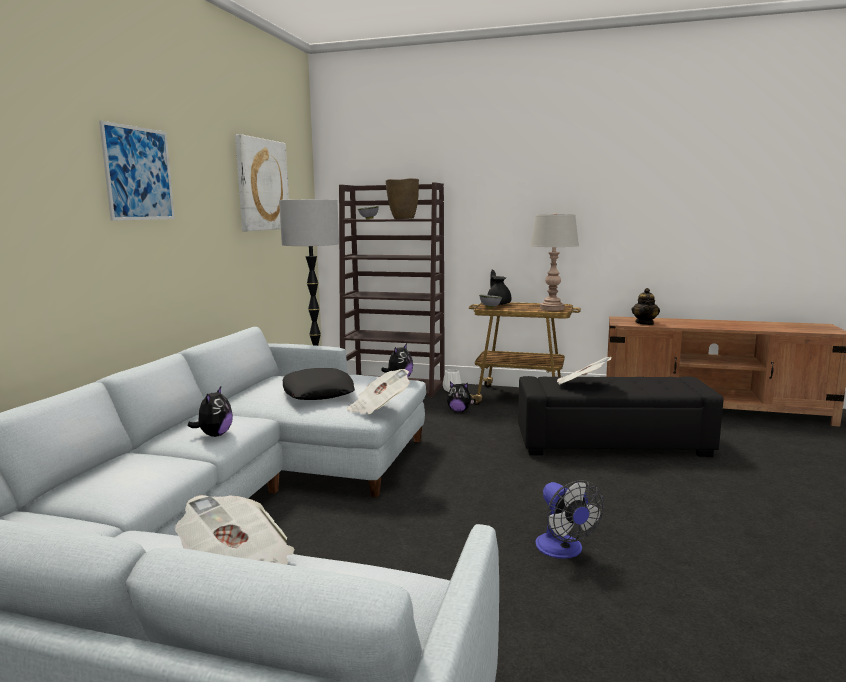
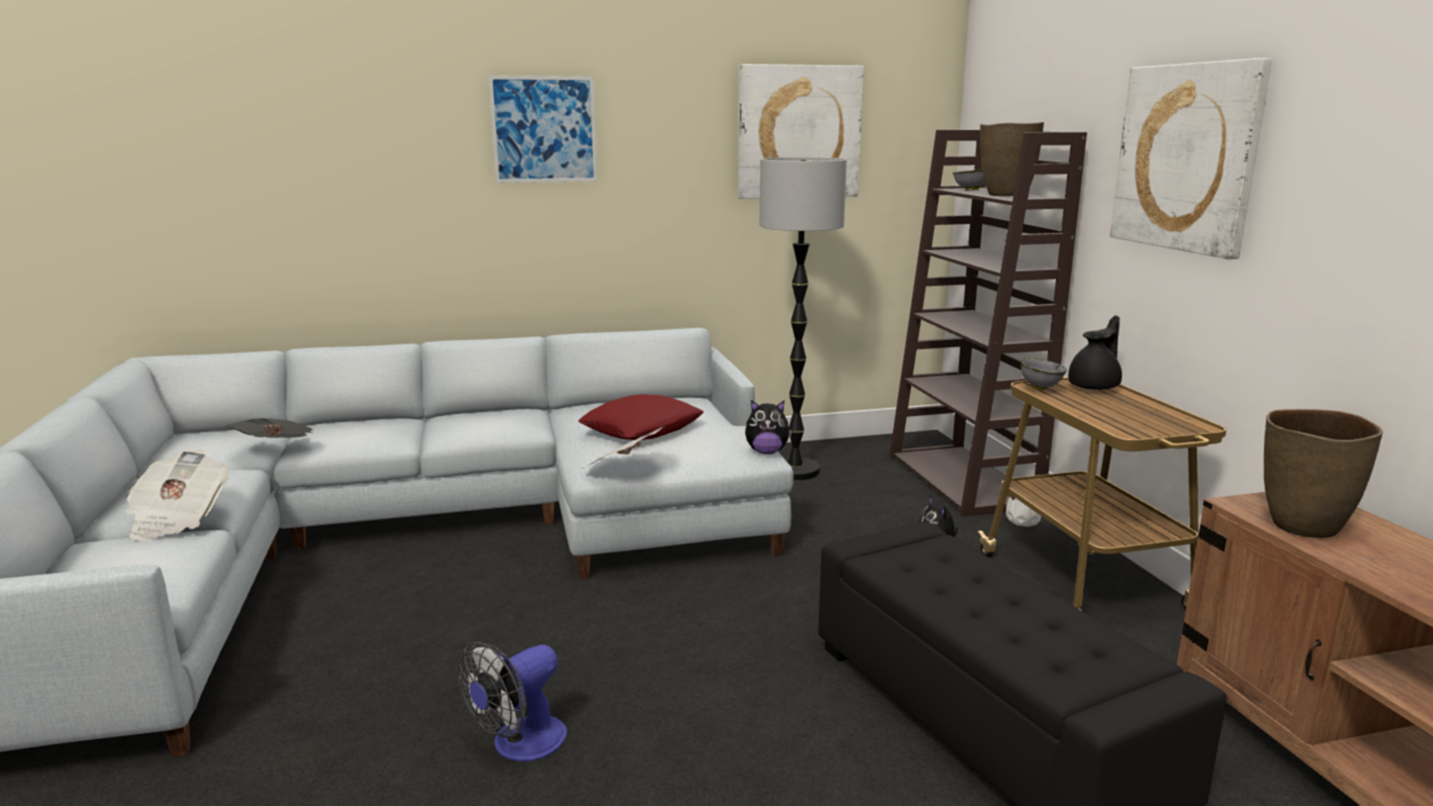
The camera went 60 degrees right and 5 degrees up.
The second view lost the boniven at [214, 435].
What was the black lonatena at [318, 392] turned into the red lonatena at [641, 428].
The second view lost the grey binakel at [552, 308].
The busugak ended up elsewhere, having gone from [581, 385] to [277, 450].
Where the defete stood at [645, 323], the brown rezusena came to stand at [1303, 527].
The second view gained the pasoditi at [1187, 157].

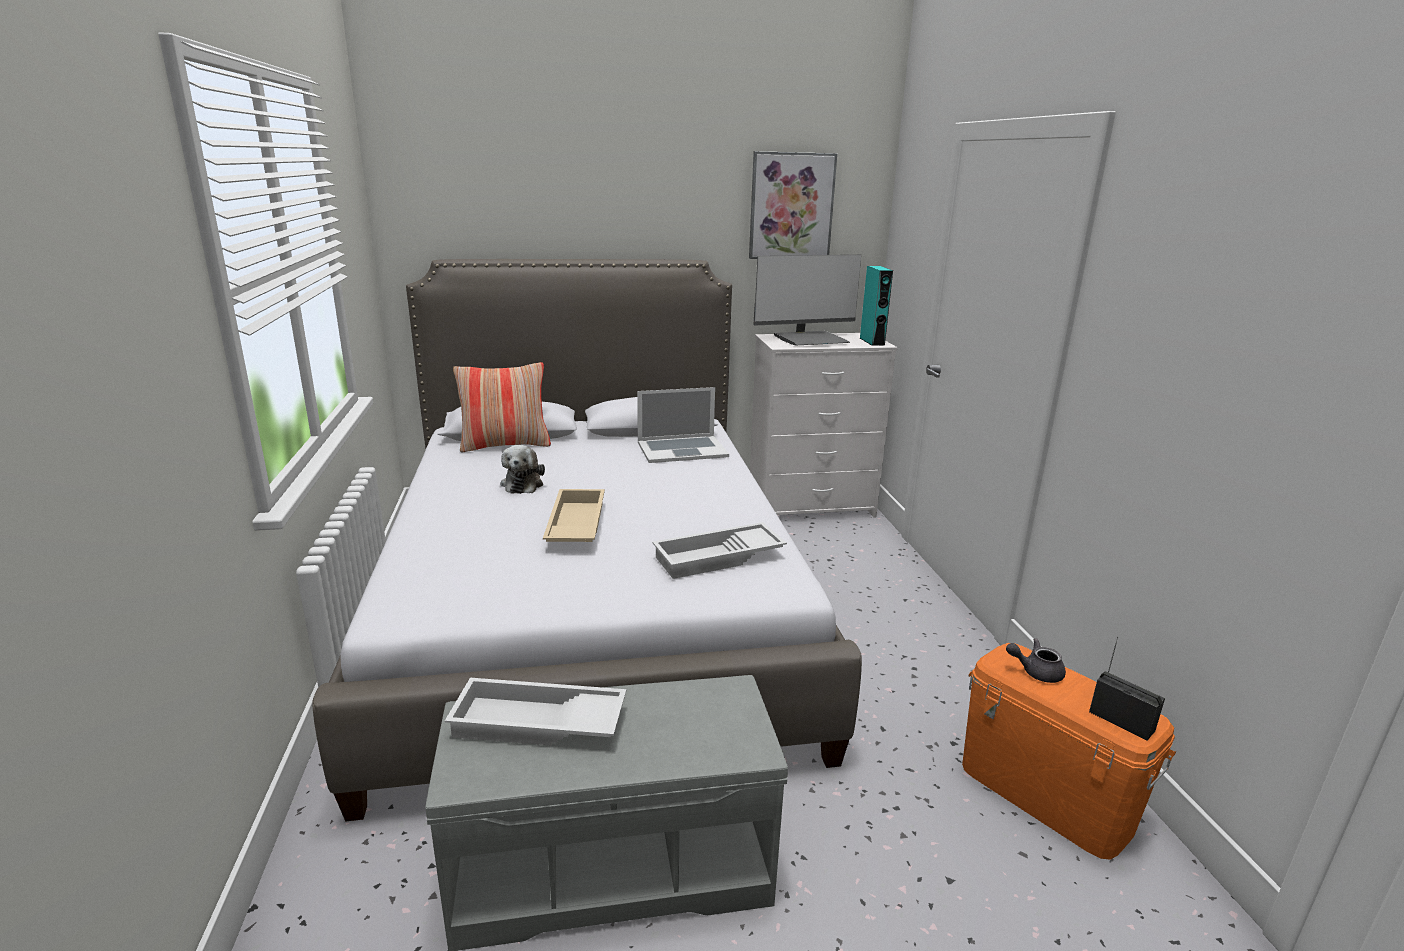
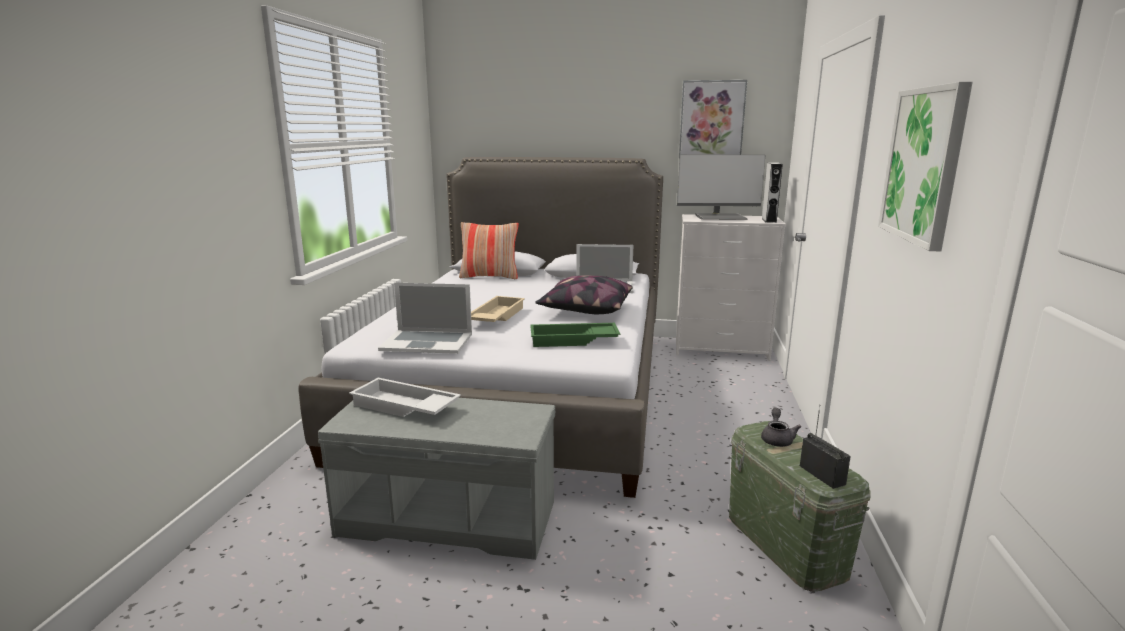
The camera went 20 degrees right and 5 degrees down.
The second view lost the boniven at [523, 484].
What was the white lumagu at [718, 558] turned into the green lumagu at [573, 340].
What was the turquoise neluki at [872, 341] turned into the grey neluki at [769, 220].
What was the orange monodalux at [1044, 795] turned into the green monodalux at [784, 544].
The grey defete at [1035, 672] ended up facing another way, 75 degrees clockwise from before.
The second view gained the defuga at [427, 342].
The second view gained the lonatena at [585, 310].
The second view gained the pasoditi at [924, 165].

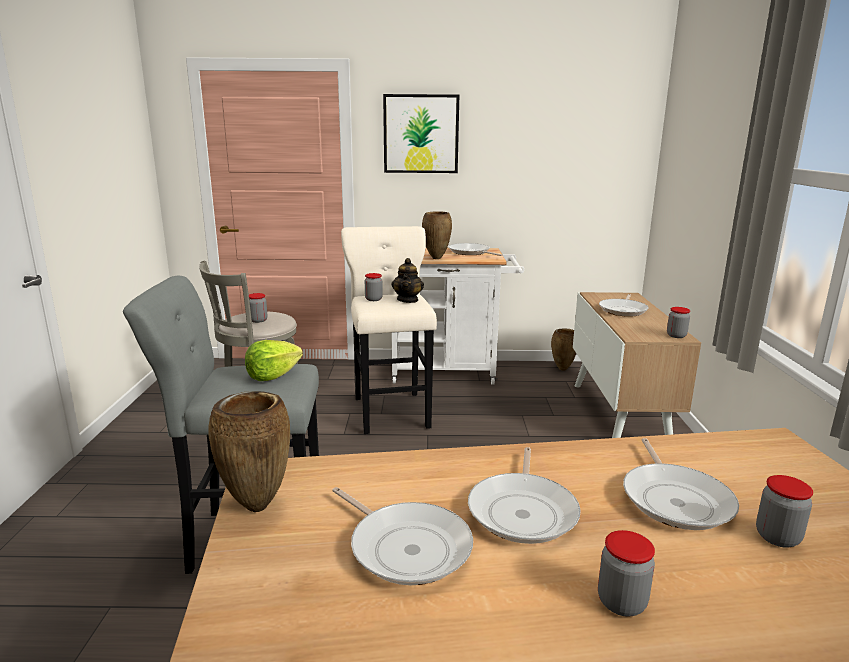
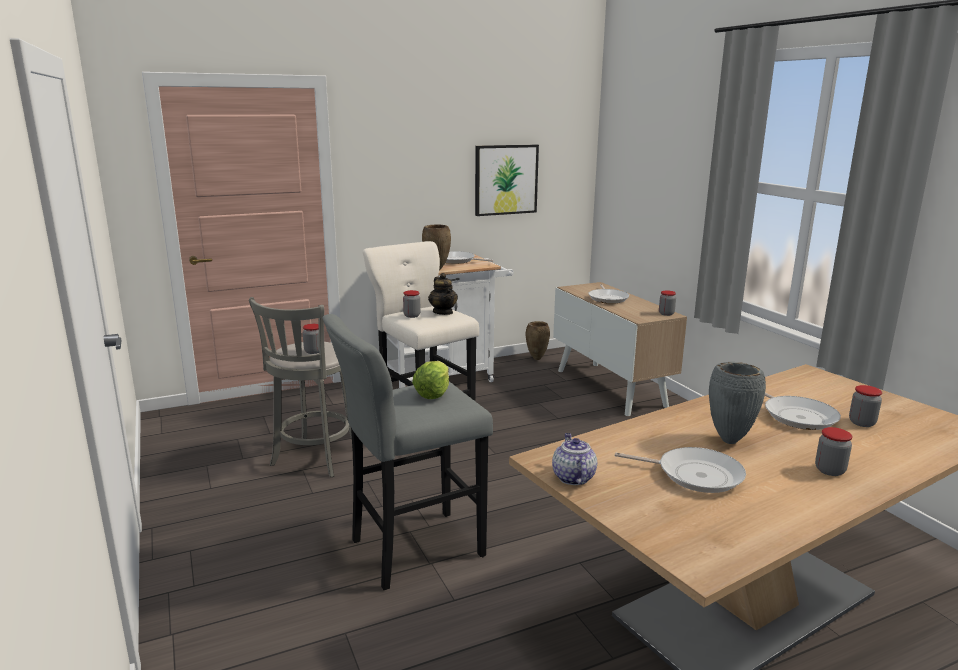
The camera went 25 degrees left and 0 degrees up.
Where the brown rezusena stood at [257, 505], the defete came to stand at [572, 477].
The pasoditi ended up elsewhere, having gone from [421, 134] to [506, 179].
Where the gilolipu stood at [523, 511], the grey rezusena came to stand at [730, 441].

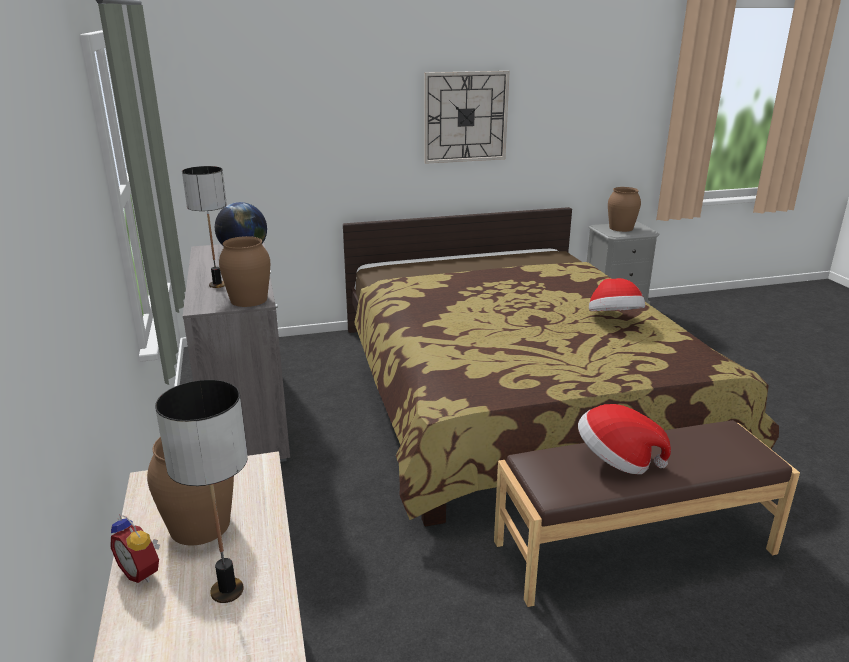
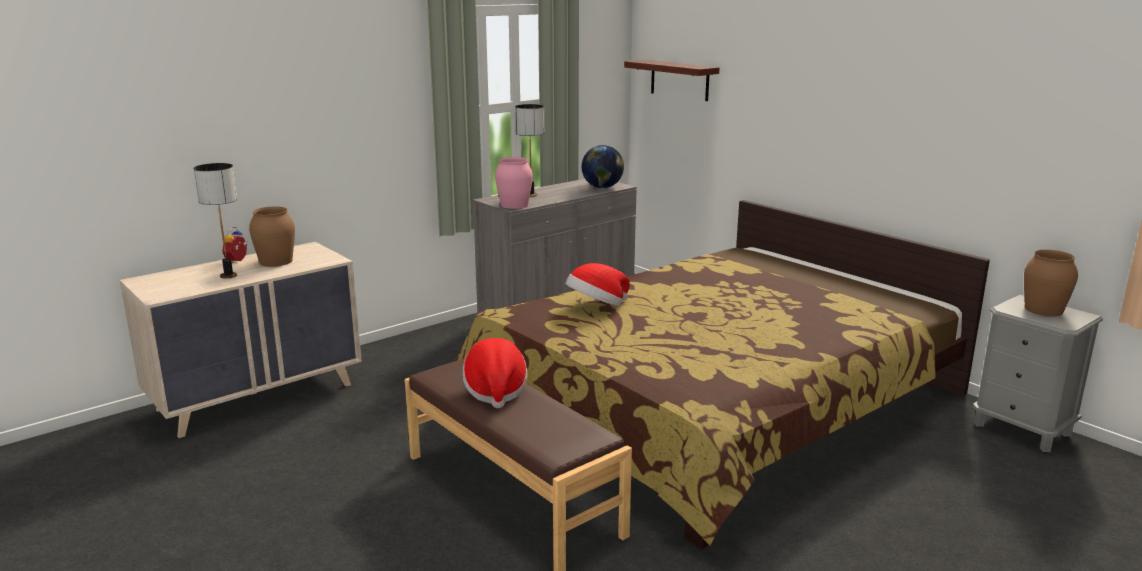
The camera went 65 degrees right and 5 degrees down.
What was the brown rezusena at [248, 300] turned into the pink rezusena at [514, 205].
The second view lost the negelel at [465, 117].
The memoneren ended up elsewhere, having gone from [614, 319] to [596, 306].
The second view gained the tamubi at [679, 80].

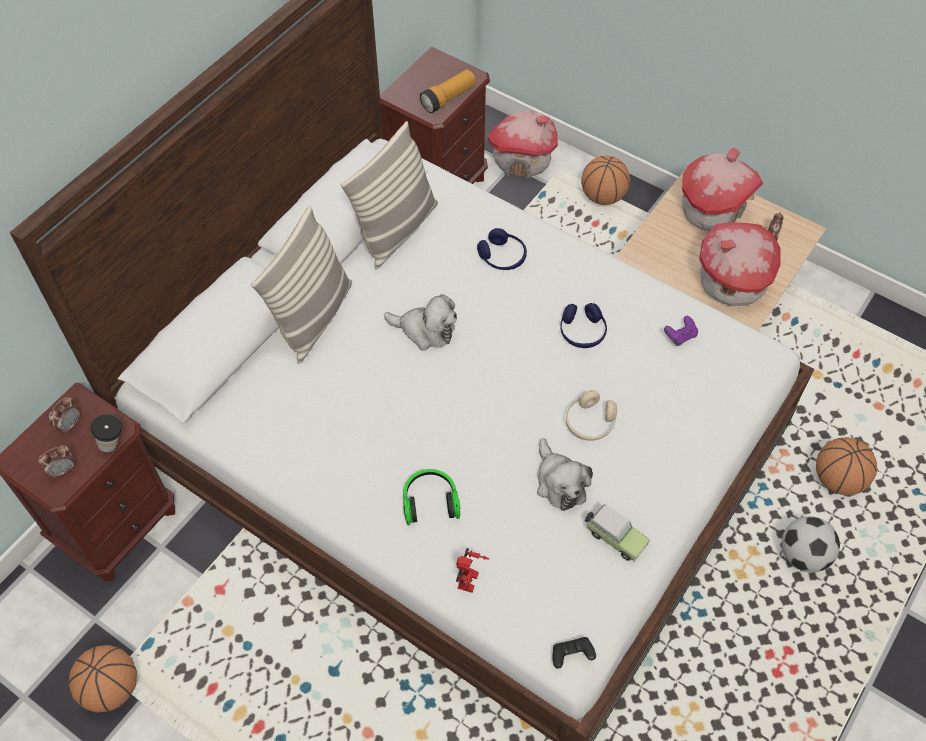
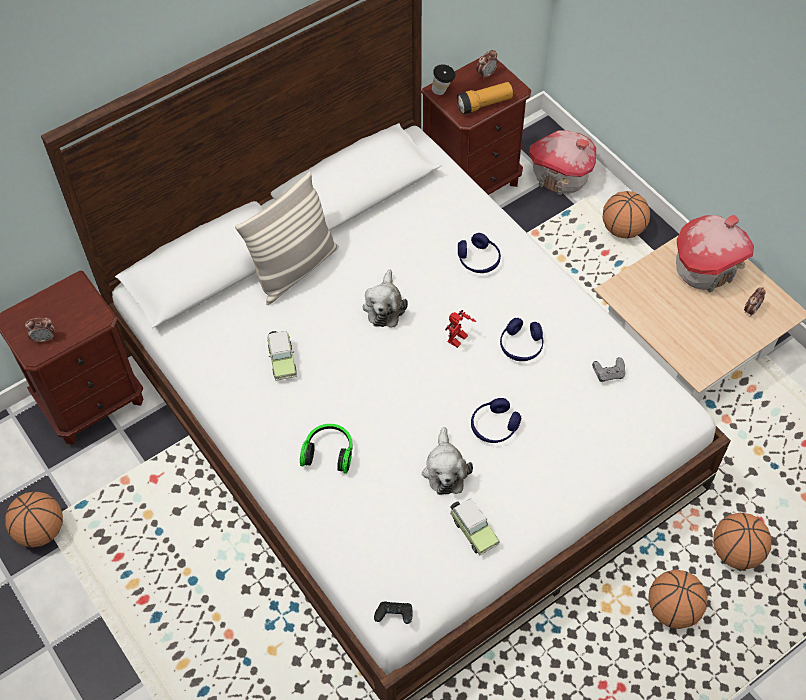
The camera went 20 degrees right and 0 degrees up.
The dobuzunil ended up elsewhere, having gone from [69, 425] to [486, 74].
The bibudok ended up elsewhere, having gone from [114, 445] to [443, 91].
The second view lost the lonatena at [396, 231].
The boniven at [425, 330] ended up facing another way, 60 degrees clockwise from before.
The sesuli ended up elsewhere, having gone from [470, 583] to [458, 341].
What was the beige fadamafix at [590, 422] turned into the blue fadamafix at [494, 426].
What was the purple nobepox at [680, 336] turned into the grey nobepox at [608, 374].
The second view lost the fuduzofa at [732, 284].
Where the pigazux stood at [803, 555], the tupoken came to stand at [672, 609].
The second view gained the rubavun at [282, 360].

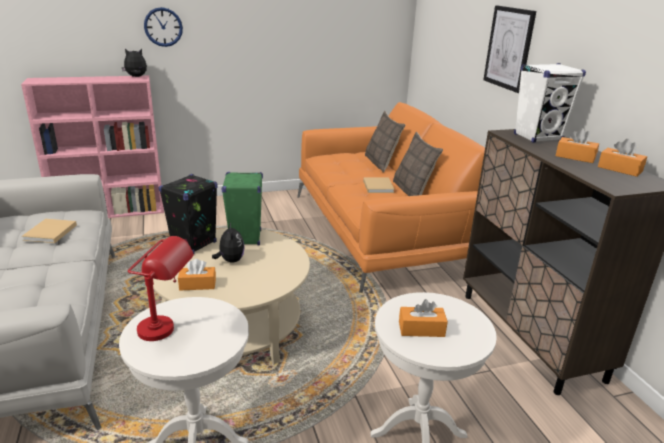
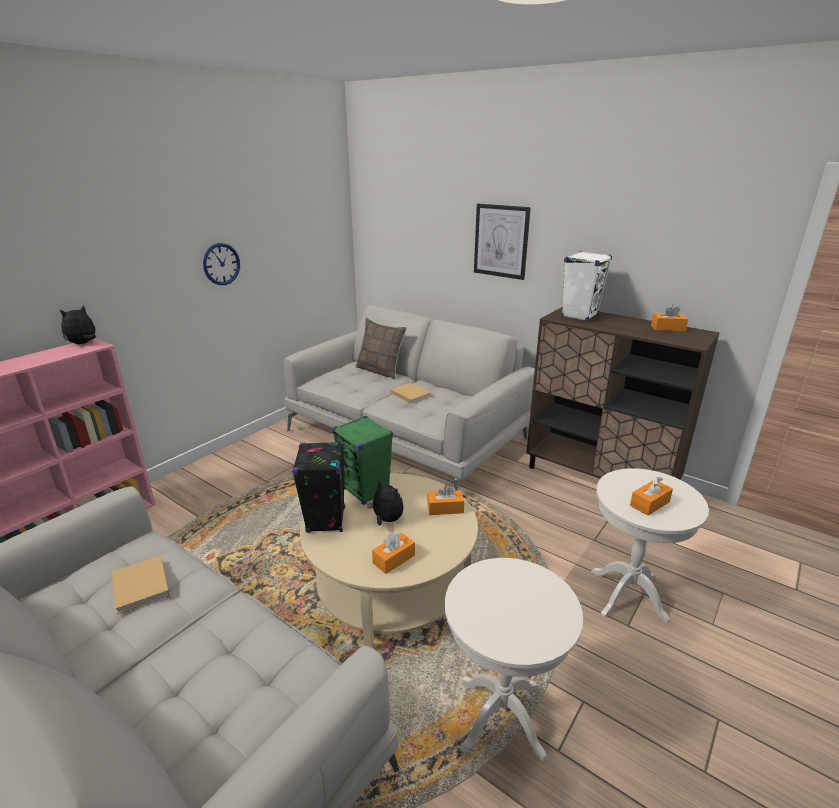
The camera went 35 degrees left and 0 degrees up.
The second view lost the red binakel at [168, 331].
The negelel ended up elsewhere, having gone from [163, 27] to [221, 264].
What was the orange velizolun at [385, 231] turned into the grey velizolun at [407, 435].
The second view lost the lonatena at [412, 191].
The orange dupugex ended up elsewhere, having gone from [575, 157] to [445, 508].

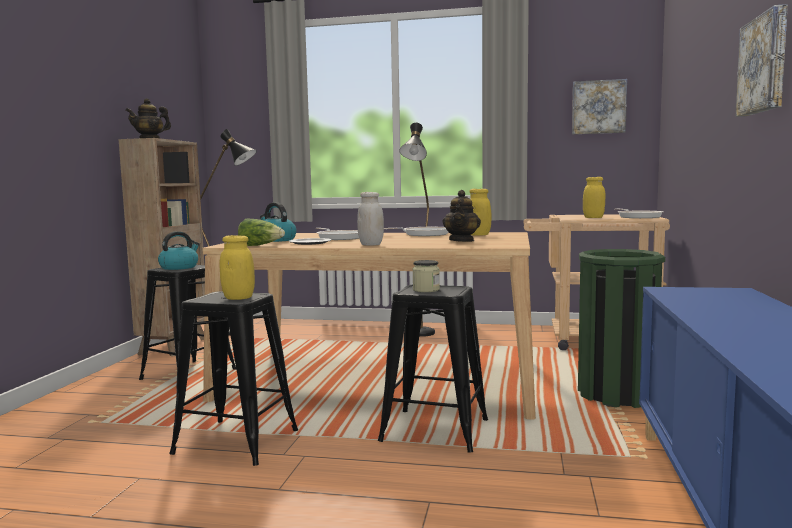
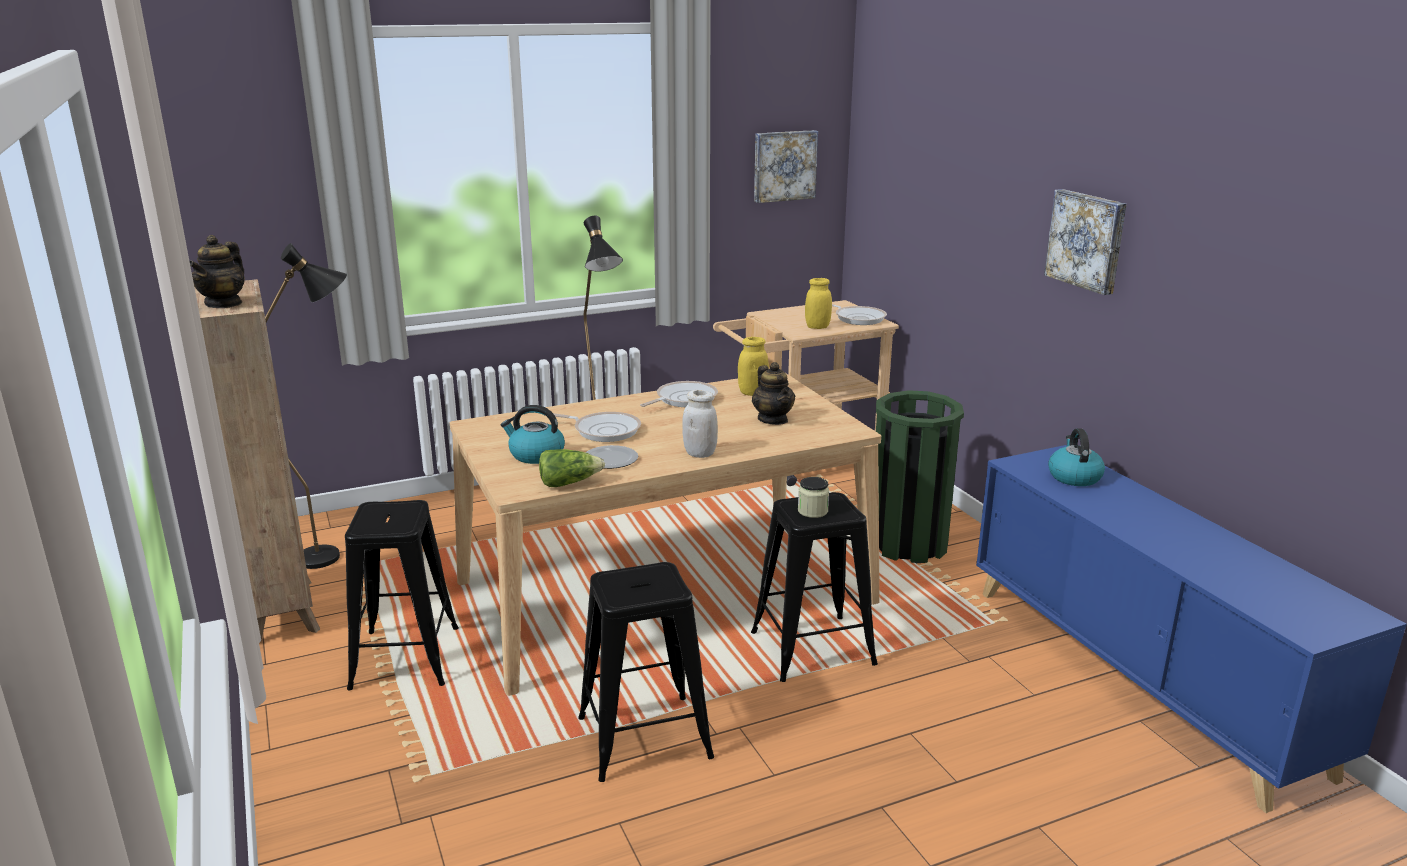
The camera went 35 degrees left and 15 degrees up.
The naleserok ended up elsewhere, having gone from [179, 267] to [1074, 477].
The second view lost the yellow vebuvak at [238, 298].

